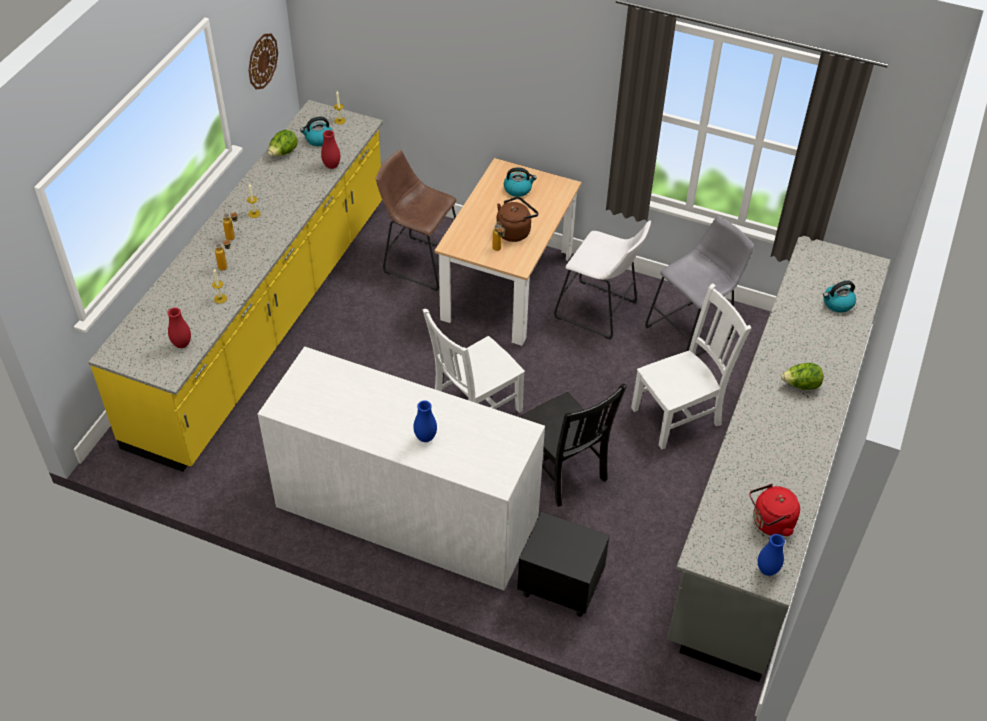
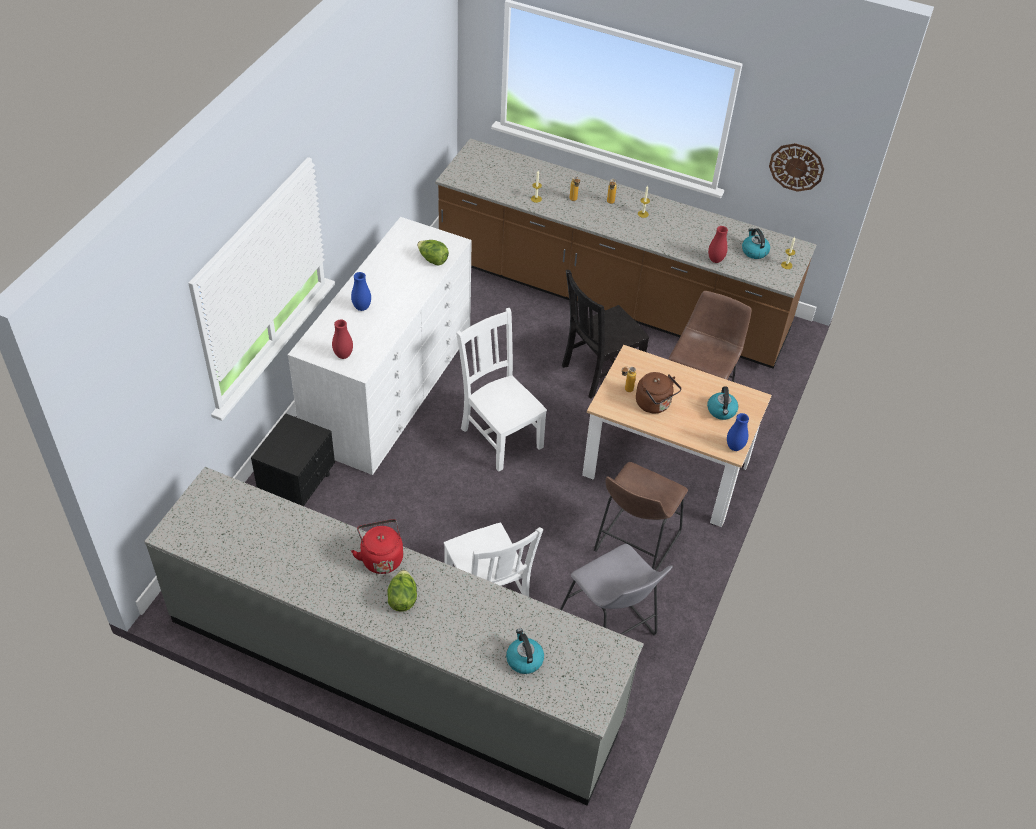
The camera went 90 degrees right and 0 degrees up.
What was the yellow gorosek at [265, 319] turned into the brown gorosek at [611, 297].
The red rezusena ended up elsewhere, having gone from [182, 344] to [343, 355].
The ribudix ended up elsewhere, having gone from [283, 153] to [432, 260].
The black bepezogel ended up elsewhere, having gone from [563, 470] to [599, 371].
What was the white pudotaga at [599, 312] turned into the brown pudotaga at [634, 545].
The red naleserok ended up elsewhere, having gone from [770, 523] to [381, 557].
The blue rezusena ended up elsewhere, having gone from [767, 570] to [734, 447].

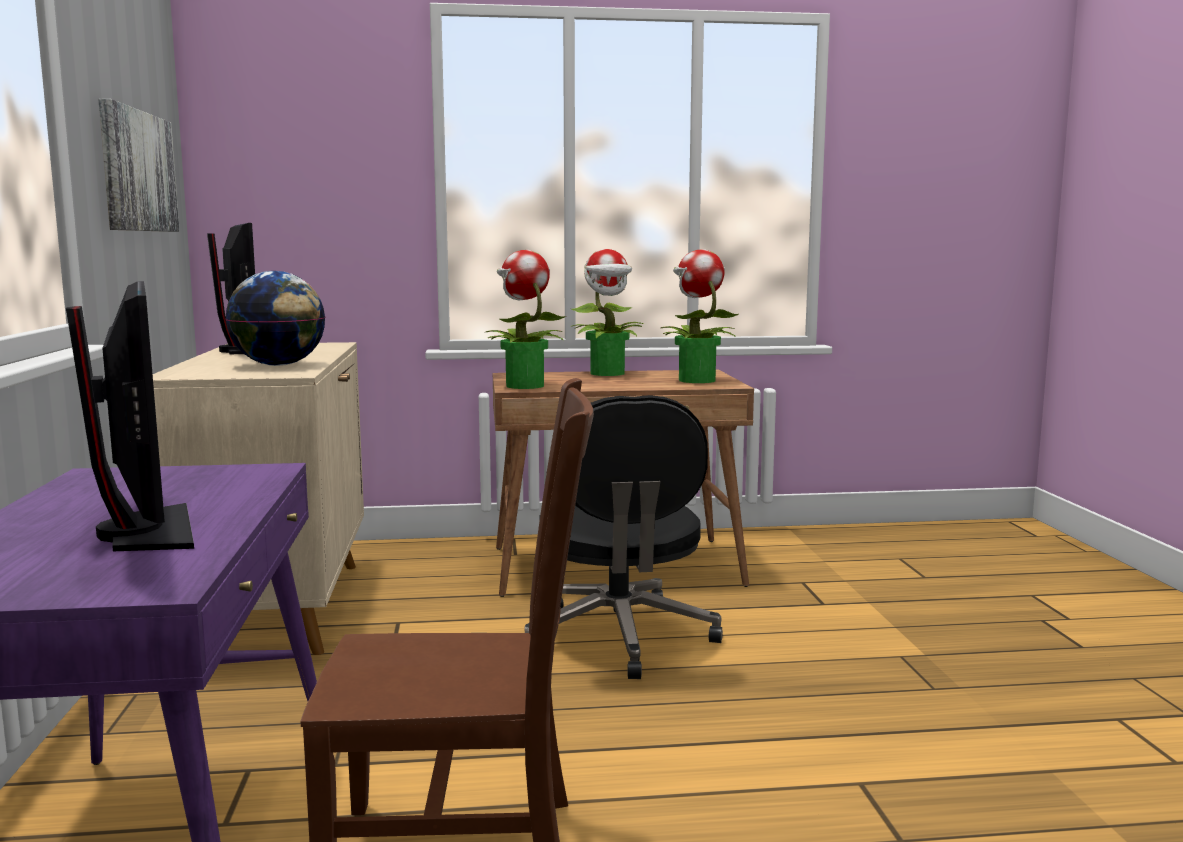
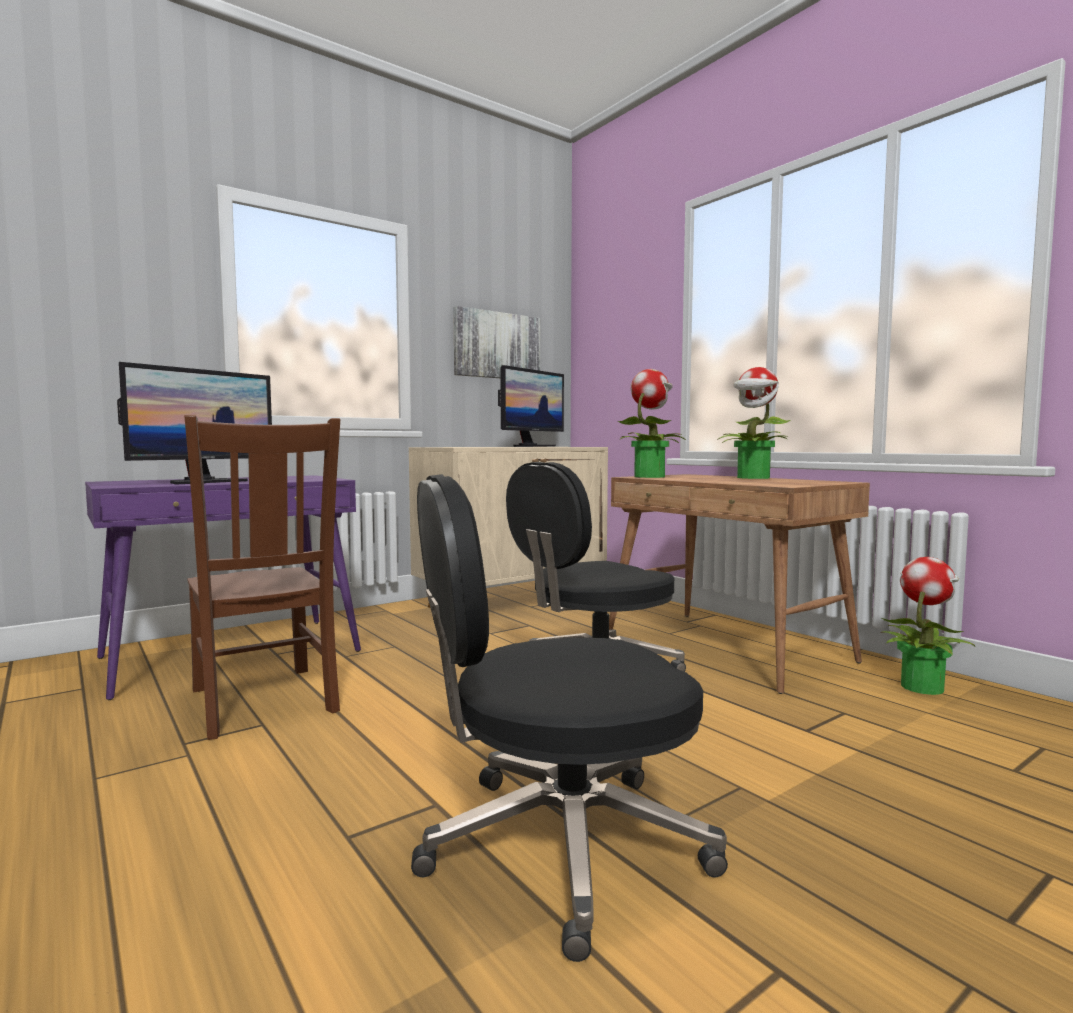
The camera went 60 degrees right and 5 degrees down.
The second view lost the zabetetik at [279, 365].
The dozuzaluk ended up elsewhere, having gone from [695, 380] to [921, 687].
The second view gained the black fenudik at [559, 846].

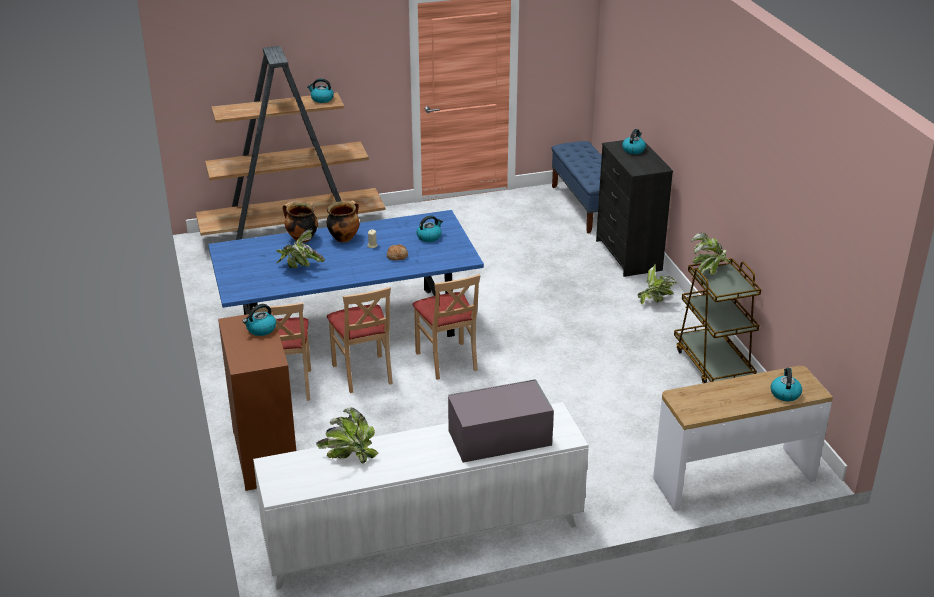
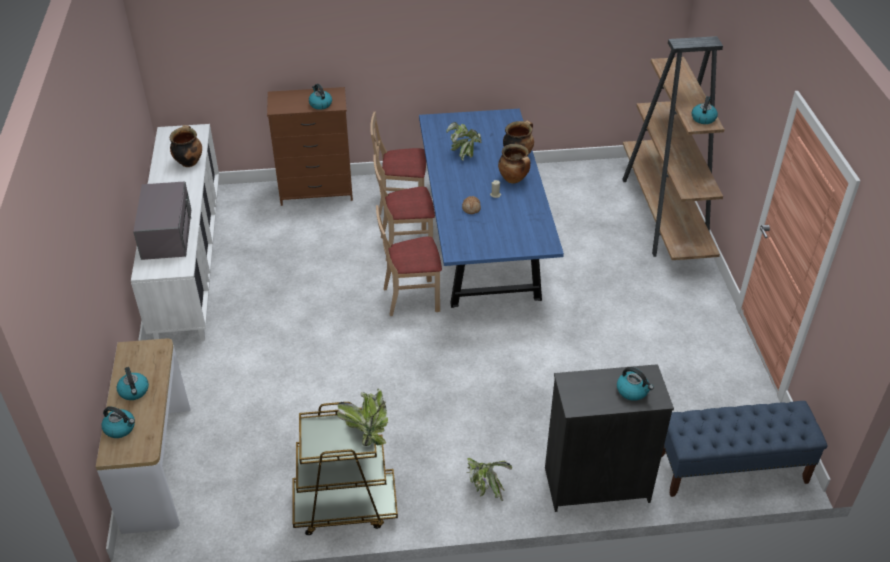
The camera went 100 degrees right and 10 degrees up.
Where the dozuzaluk stood at [349, 455], the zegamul came to stand at [189, 162].
The naleserok ended up elsewhere, having gone from [429, 237] to [134, 391].

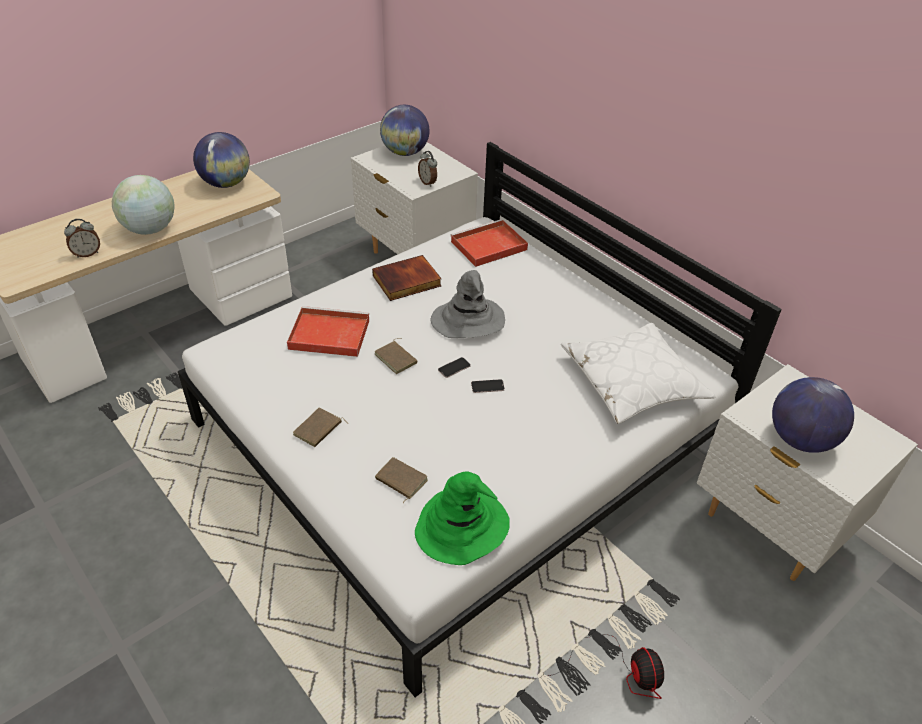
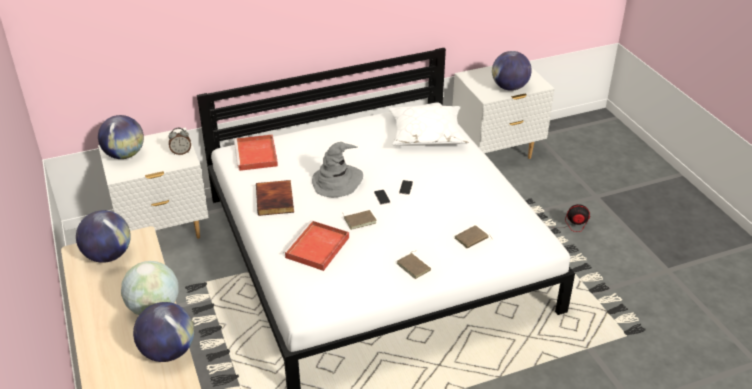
The camera went 70 degrees left and 5 degrees down.
Where the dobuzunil stood at [87, 254], the zabetetik came to stand at [168, 351].
The second view lost the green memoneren at [462, 526].

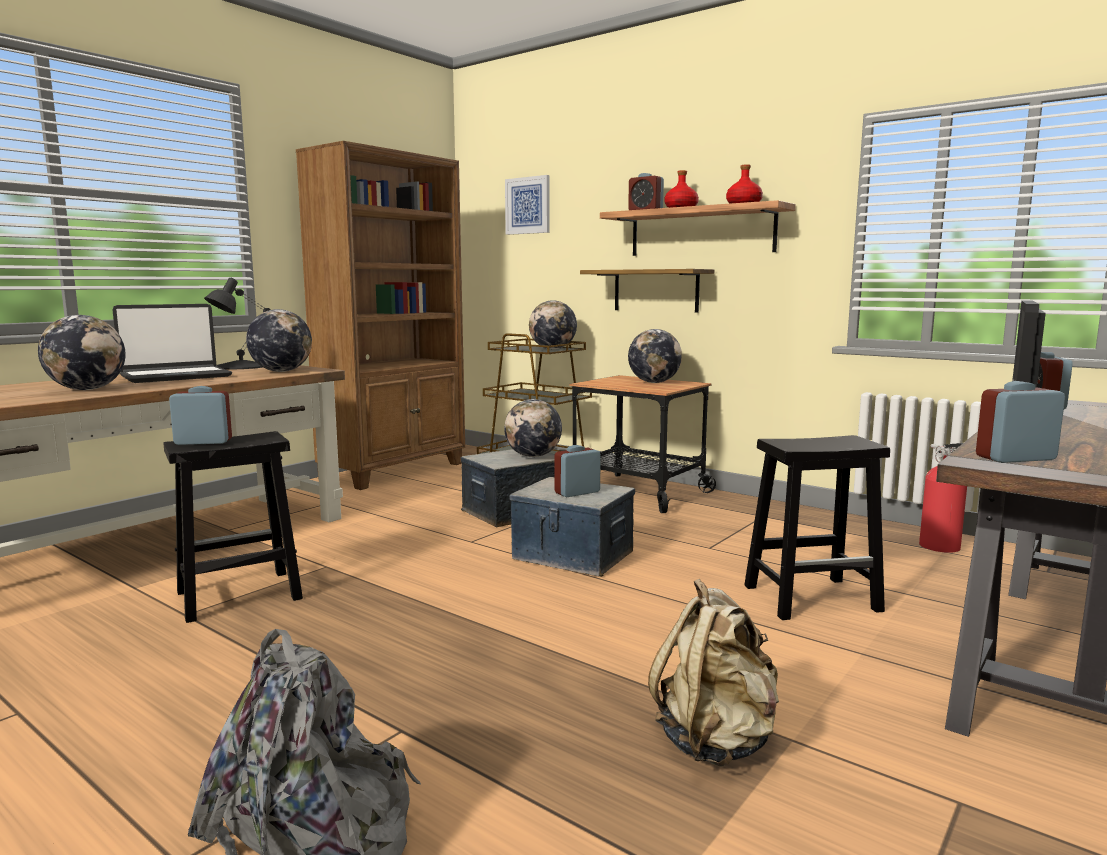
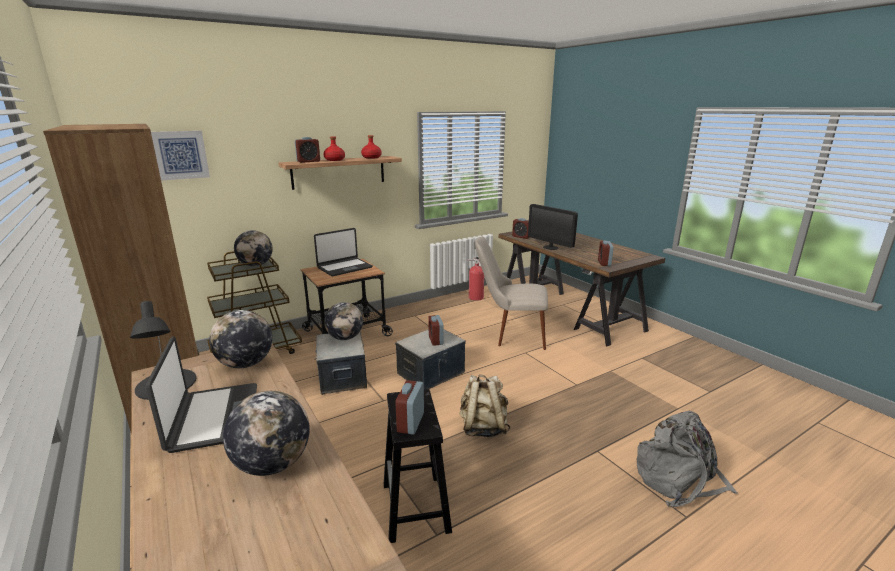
The camera went 70 degrees left and 10 degrees up.
The second view lost the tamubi at [656, 290].
Where the zabetetik stood at [654, 382], the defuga came to stand at [344, 267].
The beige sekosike ended up elsewhere, having gone from [716, 741] to [483, 427].
Where the black pudotaga stood at [813, 598], the beige bepezogel came to stand at [511, 334].

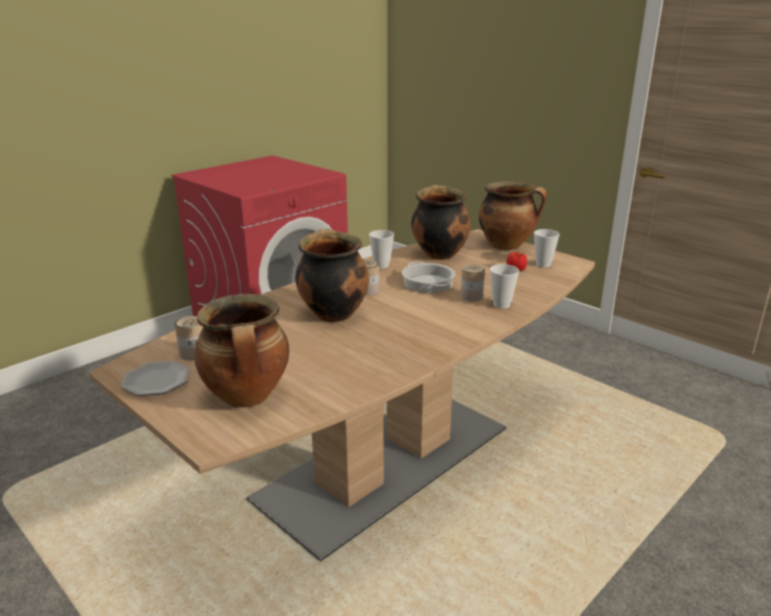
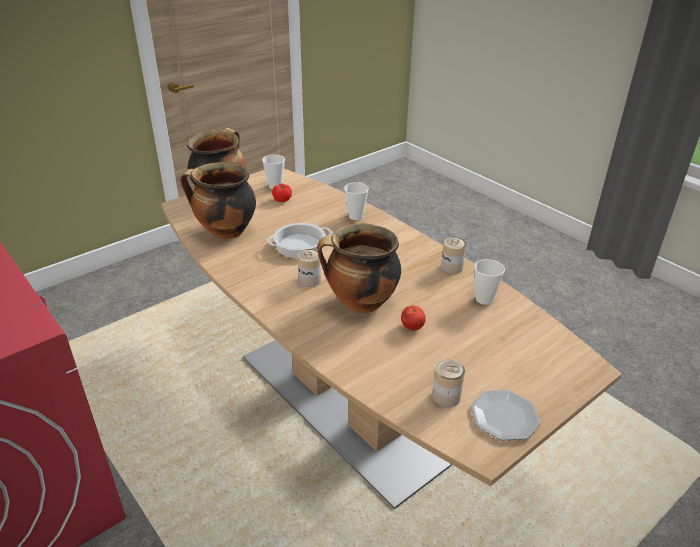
The camera went 85 degrees left and 10 degrees up.
The second view lost the zegamul at [248, 397].
The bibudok ended up elsewhere, having gone from [381, 265] to [484, 299].
The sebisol ended up elsewhere, having gone from [471, 296] to [451, 267].
The second view gained the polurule at [412, 327].

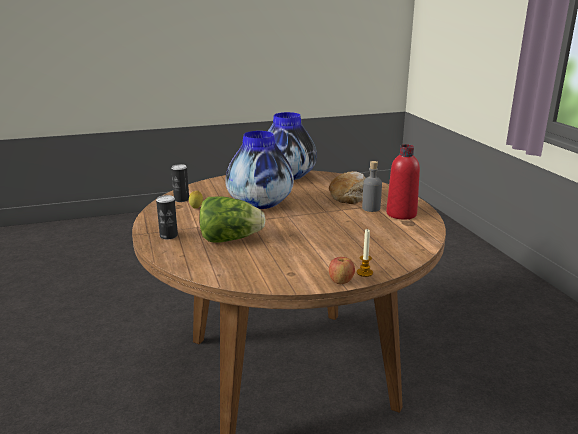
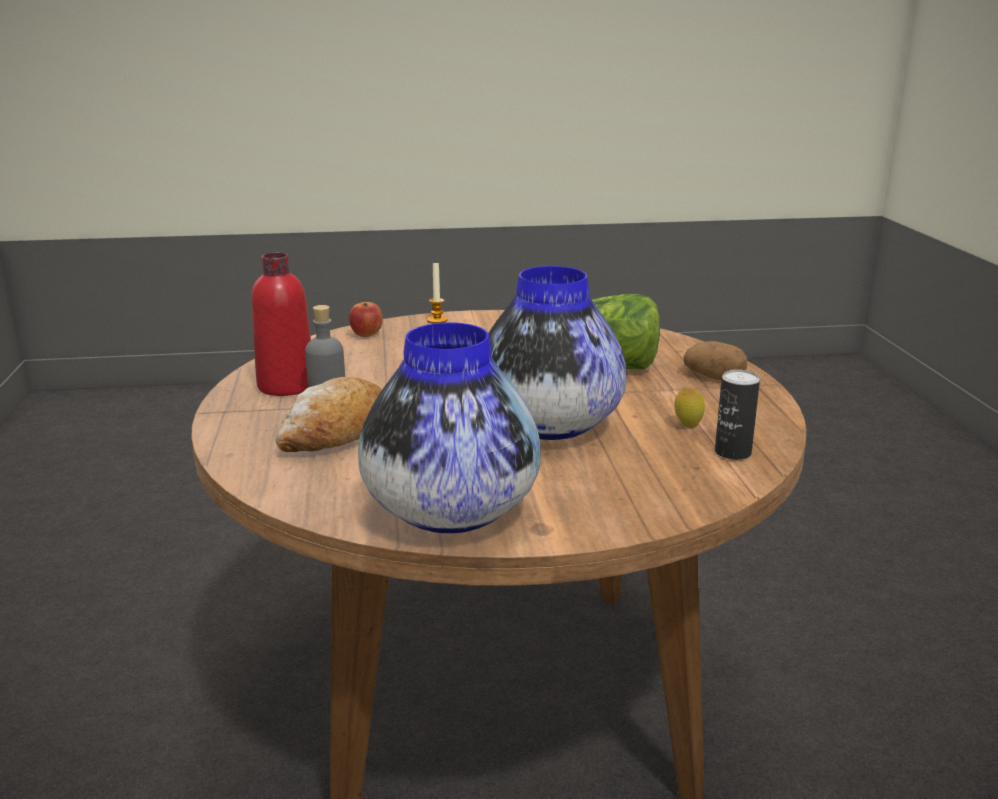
The camera went 170 degrees left and 0 degrees up.
Where the sebisol stood at [168, 236], the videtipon came to stand at [715, 377].
The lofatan ended up elsewhere, having gone from [340, 281] to [367, 335].

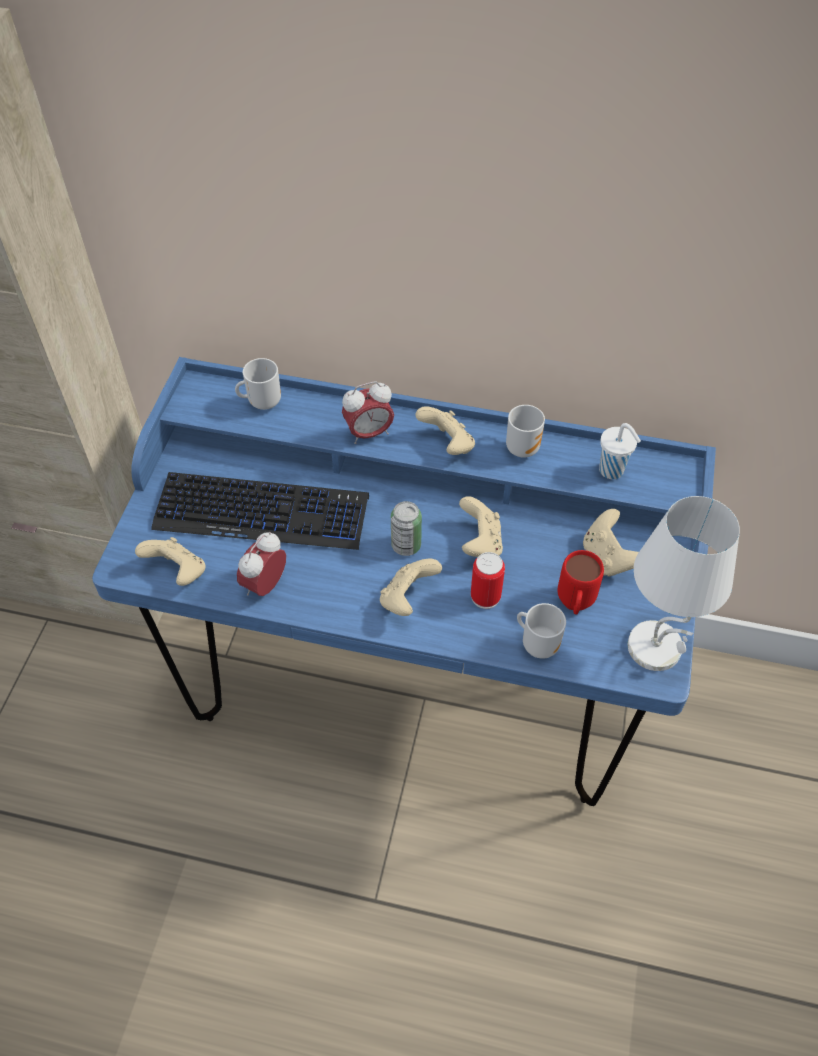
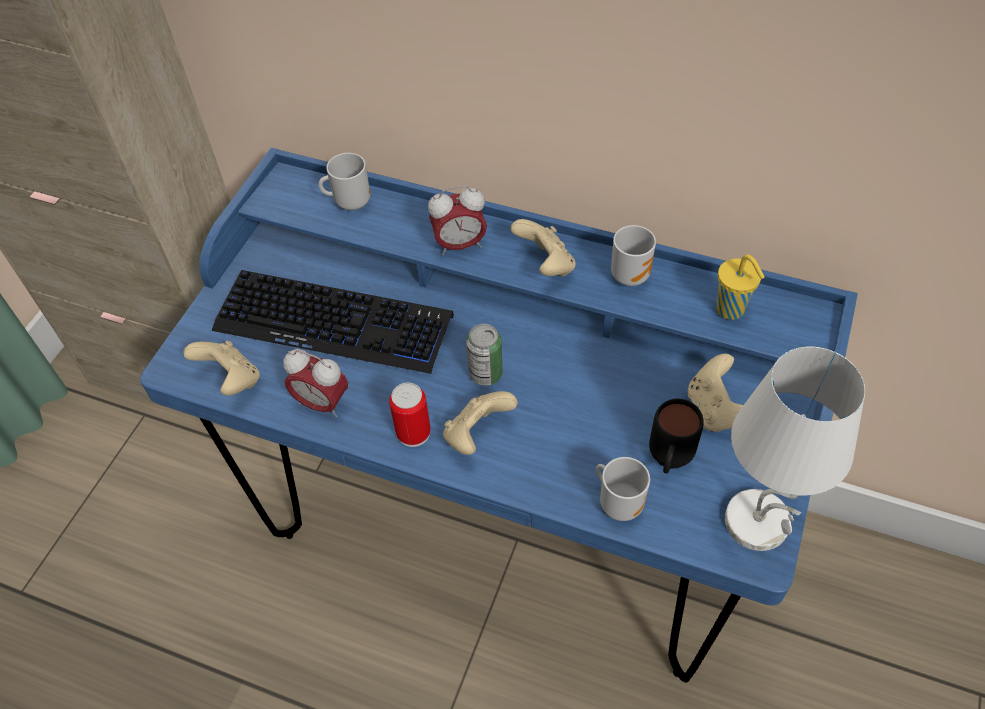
The camera went 10 degrees right and 0 degrees up.
The dobuzunil at [265, 585] ended up facing another way, 105 degrees counterclockwise from before.
The second view lost the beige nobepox at [480, 543].
The sebisol ended up elsewhere, having gone from [485, 596] to [413, 433].
What was the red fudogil at [574, 606] turned into the black fudogil at [668, 463].
What was the white bibudok at [612, 471] turned into the yellow bibudok at [731, 310].

